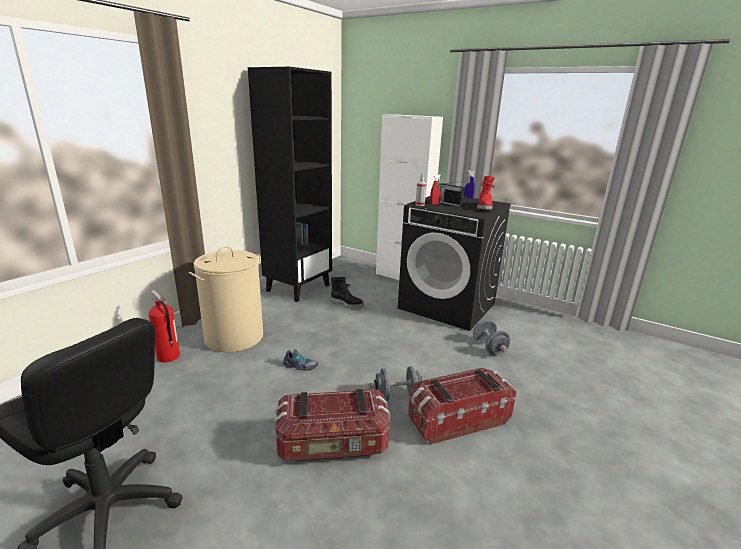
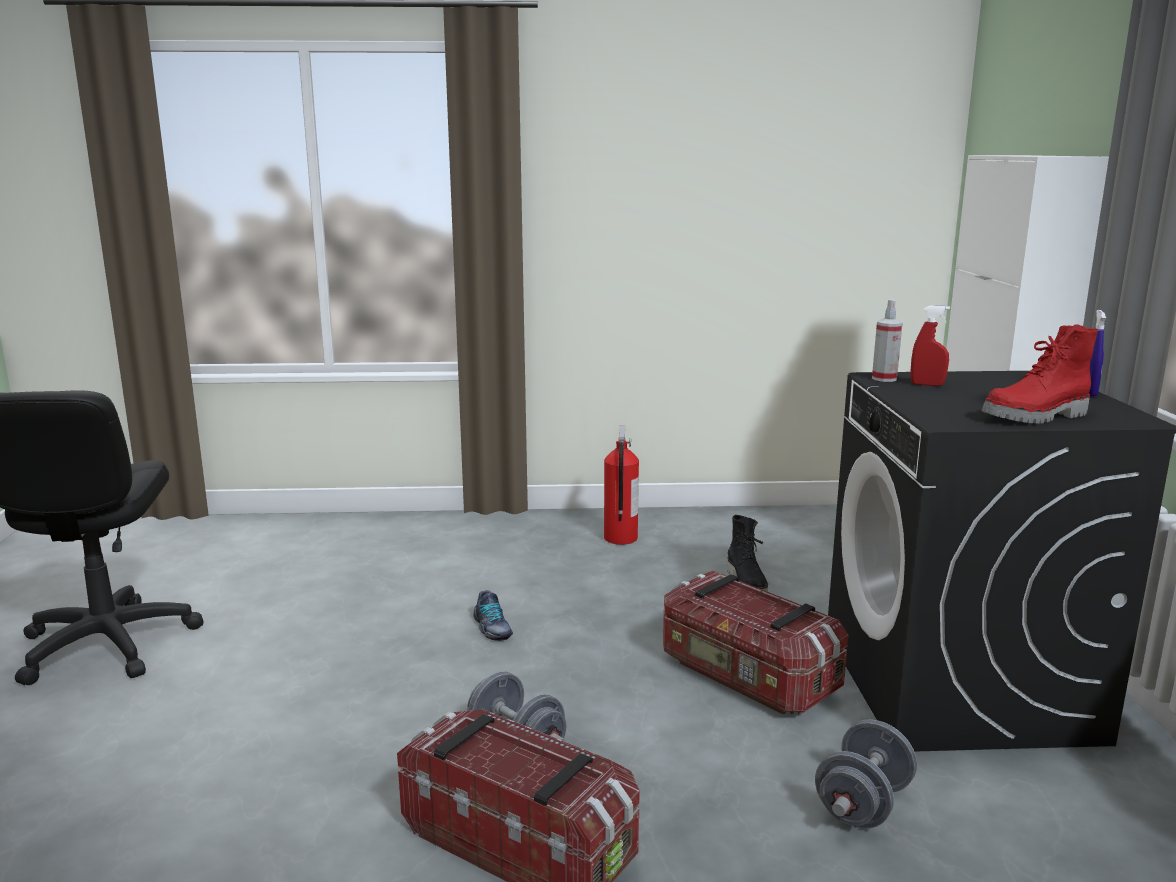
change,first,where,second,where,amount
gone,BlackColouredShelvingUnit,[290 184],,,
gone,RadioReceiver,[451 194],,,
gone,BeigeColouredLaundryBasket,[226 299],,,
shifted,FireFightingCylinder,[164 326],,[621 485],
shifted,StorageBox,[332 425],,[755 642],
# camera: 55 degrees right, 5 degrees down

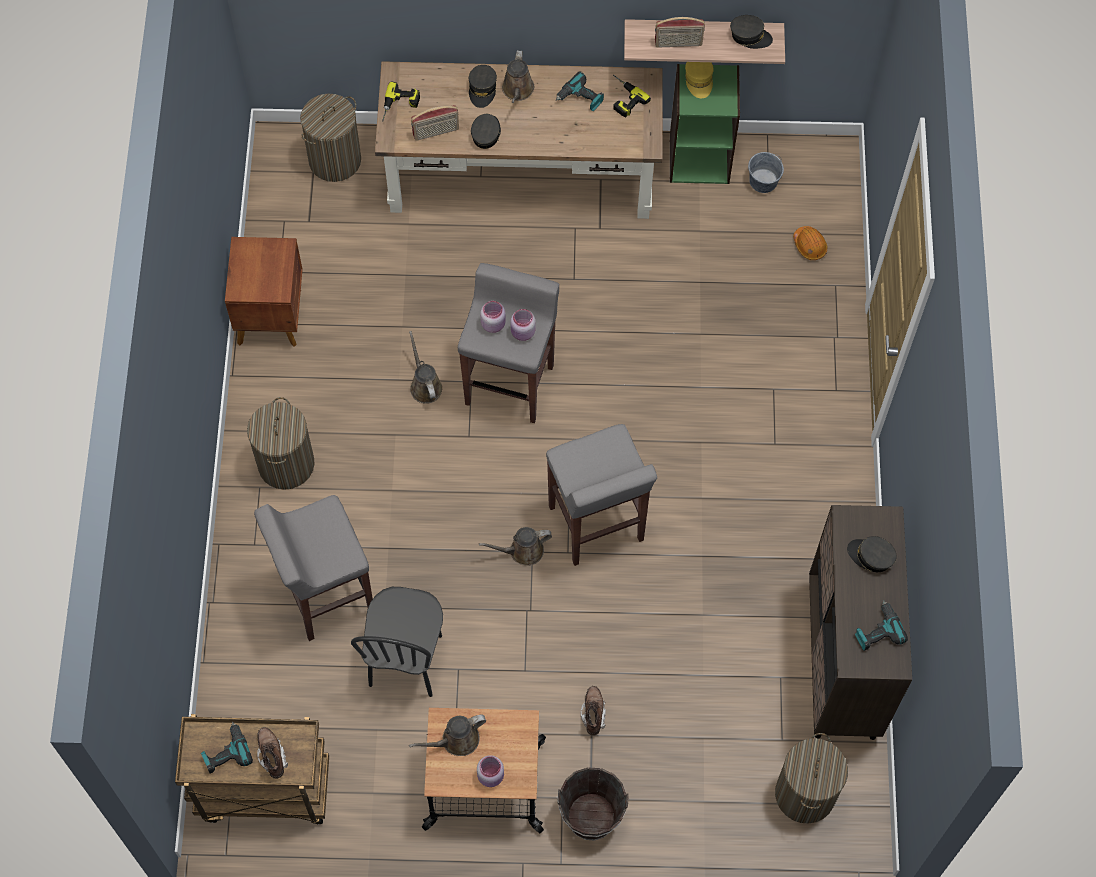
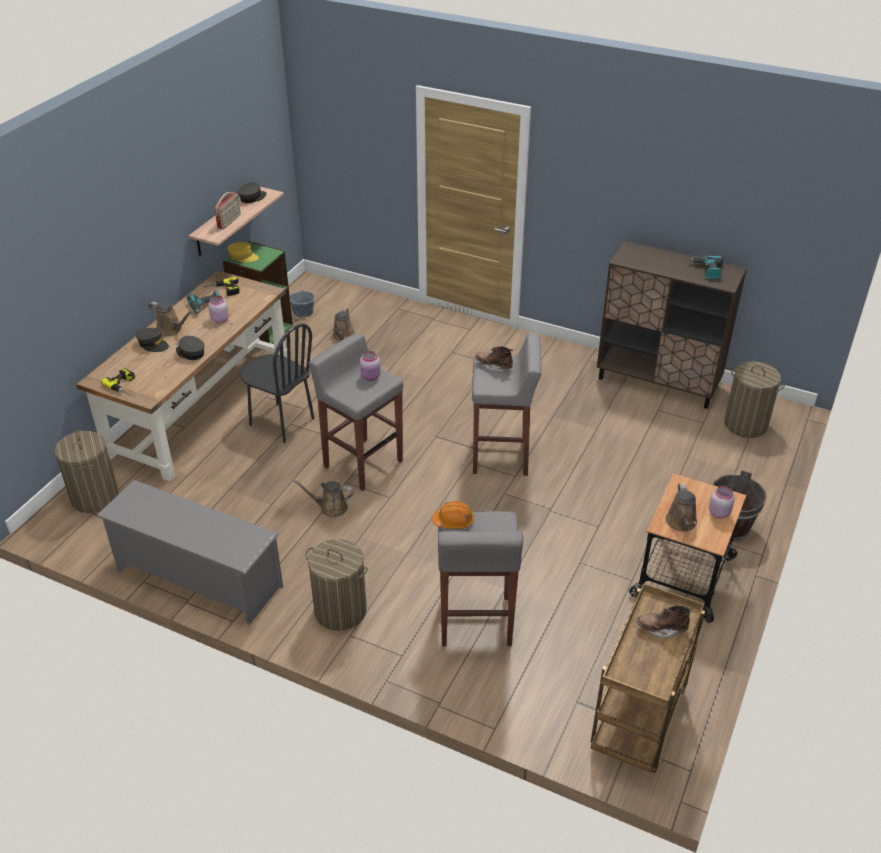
change,first,where,second,where,amount
gone,RadioReceiver,[435 123],,,
shifted,OrangeColouredHardHat,[810 243],,[453 515],
swapped,BrownishNightTable,[264 292],GreyShoeRack,[189 552],
shifted,PinkishStorageJar,[493 317],,[218 309],
shifted,BrownishWateringCan,[515 546],,[344 324],
gone,GreyPeakedCap,[872 554],,,
shifted,BlackColouredUprightChair,[397 642],,[277 383],
shifted,BrownishBoot,[593 711],,[494 360],
gone,ElectricDrill,[227 747],,,
# camera: 65 degrees left, 25 degrees down

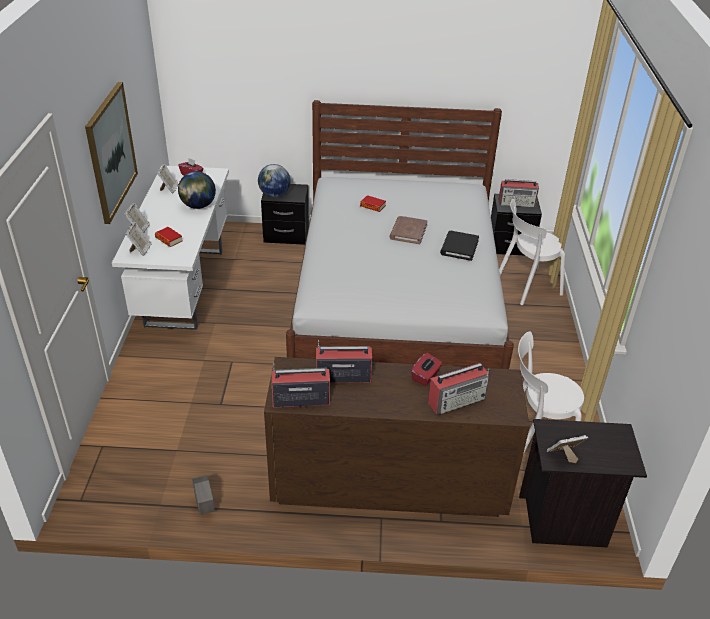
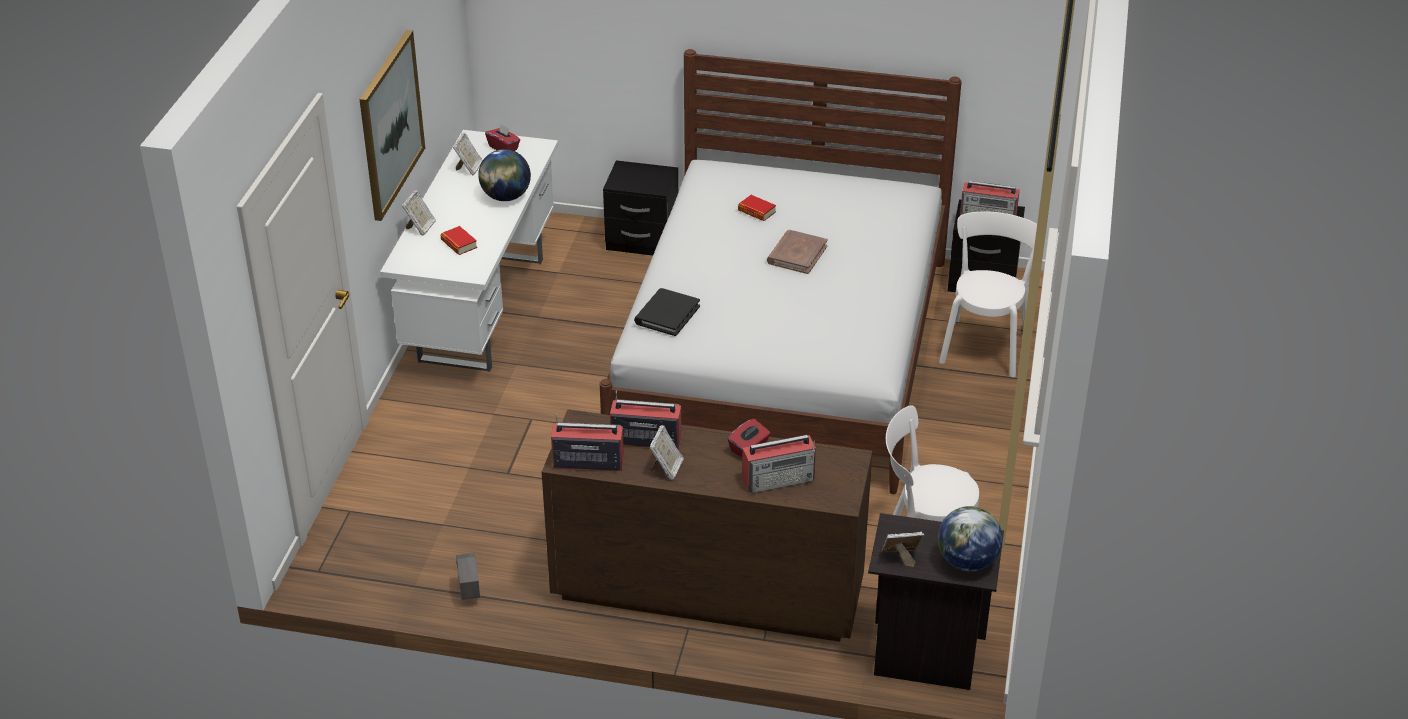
change,first,where,second,where,amount
shifted,Globe,[274 180],,[970 538],
rotated,WhiteUprightChair,[532 252],,[988 294],120 degrees clockwise
shifted,PictureFrame,[139 239],,[667 452],
shifted,BlackColouredVolume,[459 246],,[667 312],
# camera: 10 degrees right, 0 degrees up

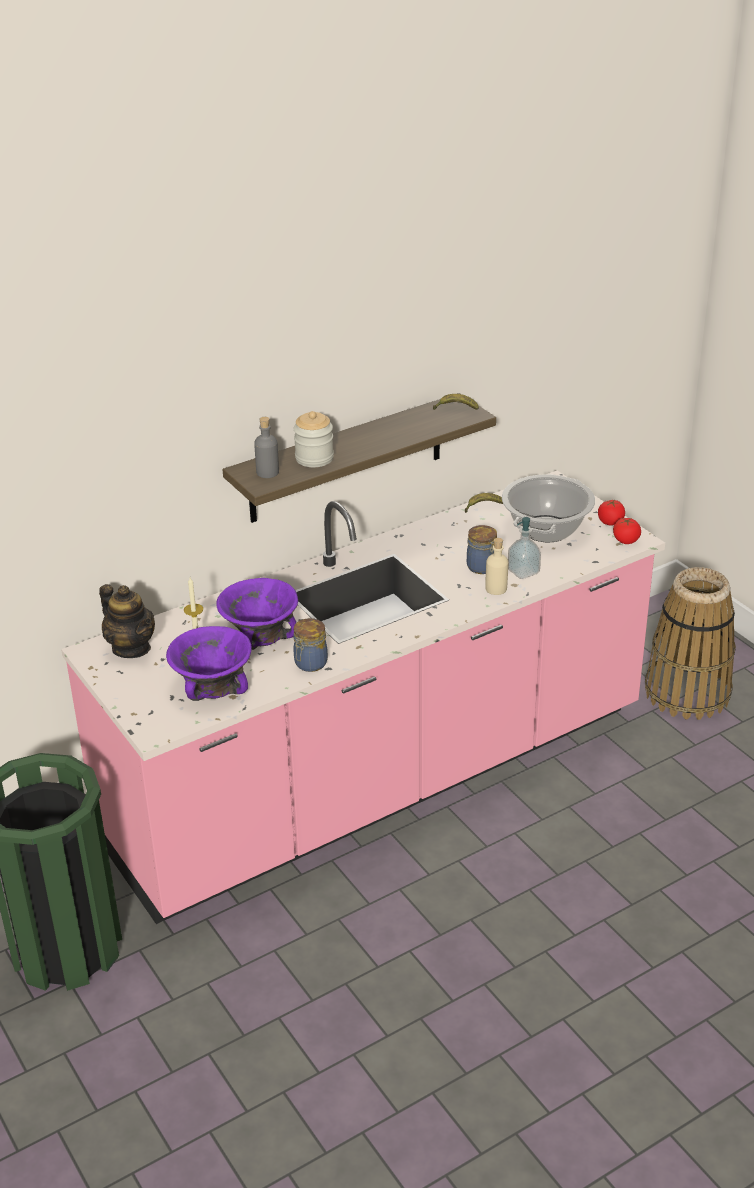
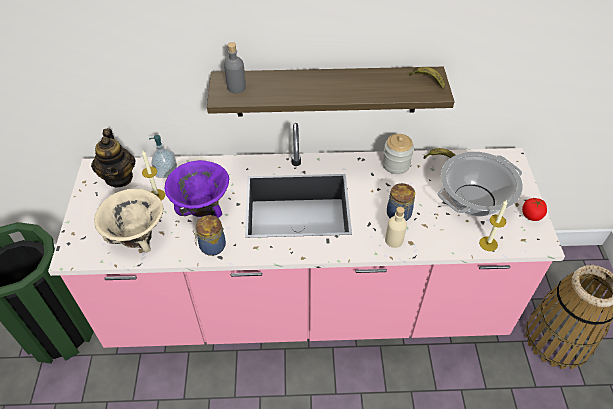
change,first,where,second,where,amount
shifted,StorageJar,[313 439],,[398 154],
shifted,SoapBottle,[524 548],,[163 156],
gone,WholeTomato,[627 531],,,
repainted,PurpleDeepDish,[209 663],BeigeColouredDeepDish,[128 221],
new,,,Candle,[493 225],
# camera: 30 degrees right, 15 degrees up

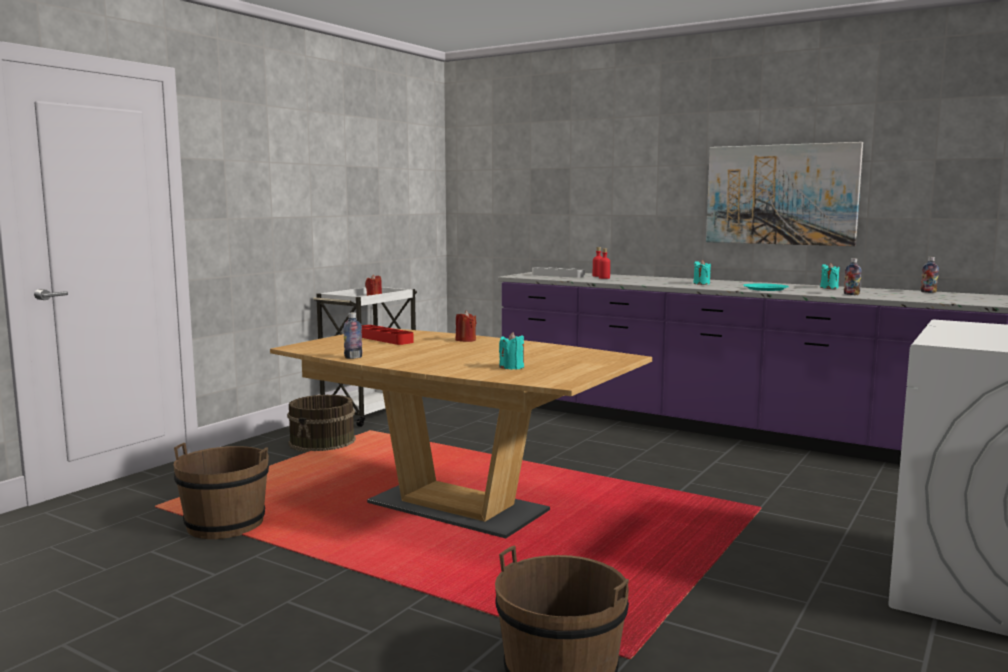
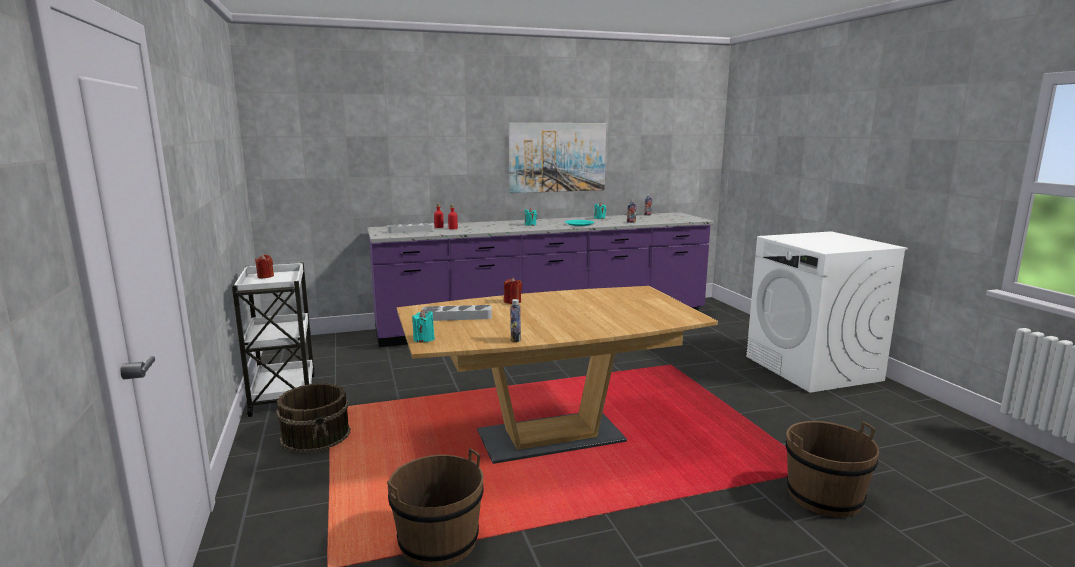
change,first,where,second,where,amount
repainted,RedColouredTray,[387 335],GreyTray,[456 313],
shifted,TurquoiseColouredCandle,[511 350],,[423 326],
# camera: 50 degrees left, 5 degrees up

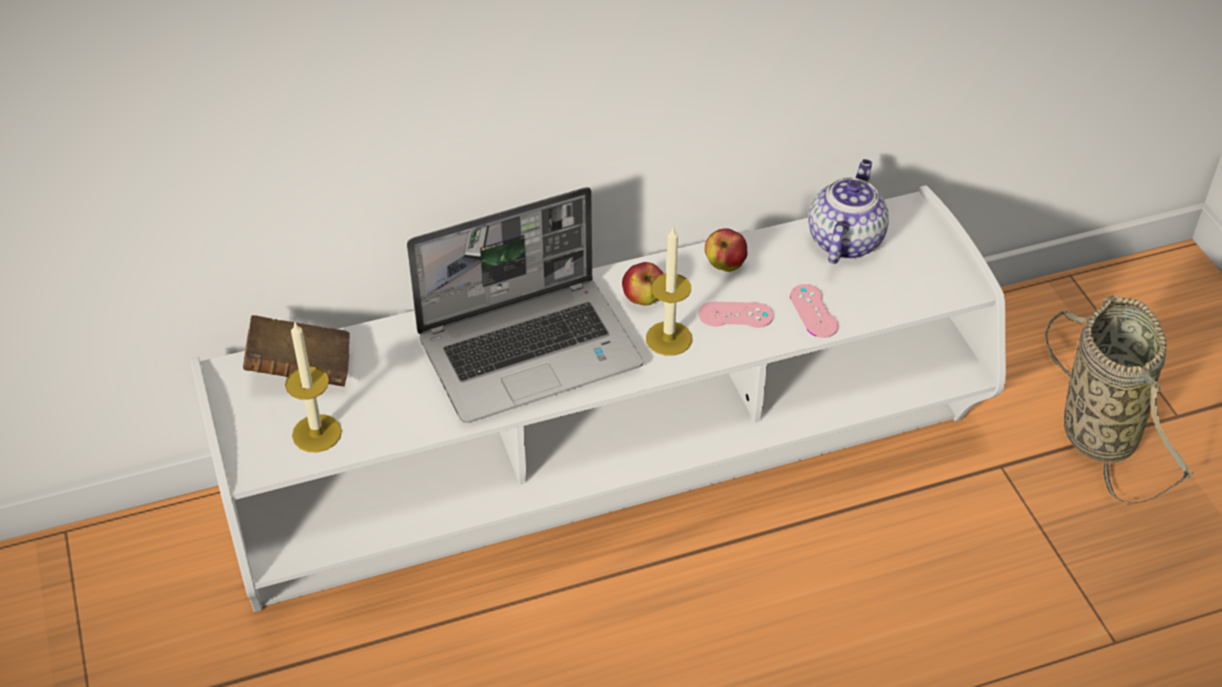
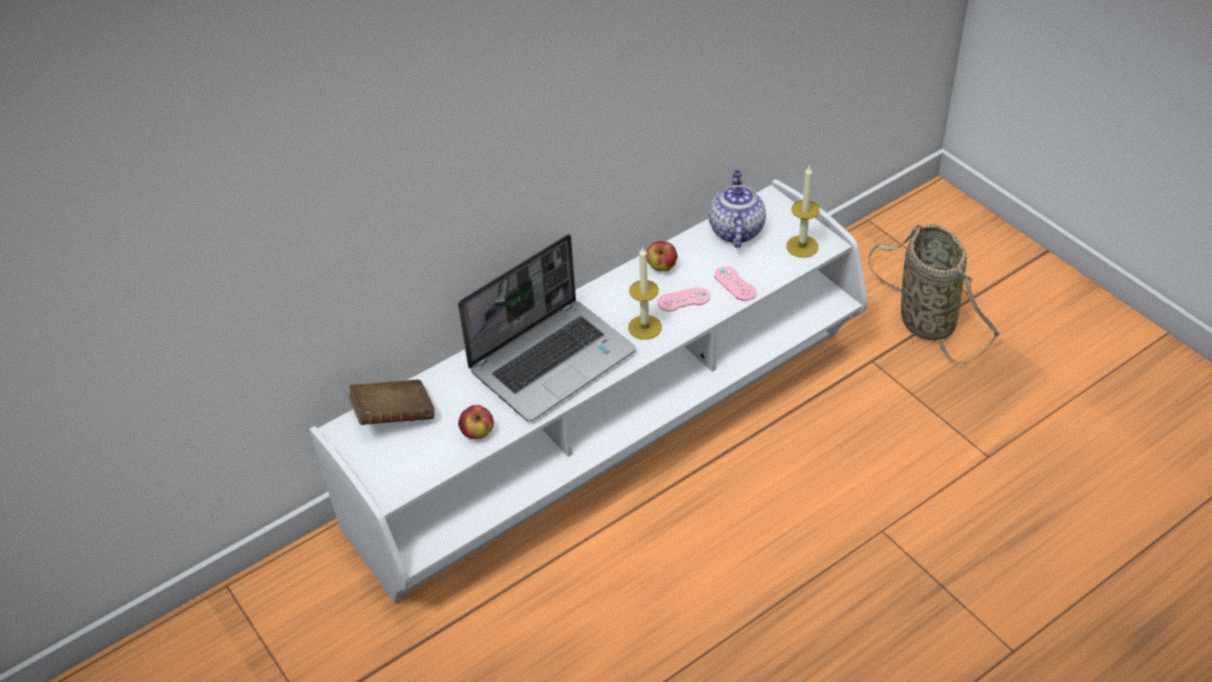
change,first,where,second,where,amount
shifted,Apple,[643 284],,[476 422],
shifted,Candle,[313 386],,[803 211],
# camera: 15 degrees left, 0 degrees up

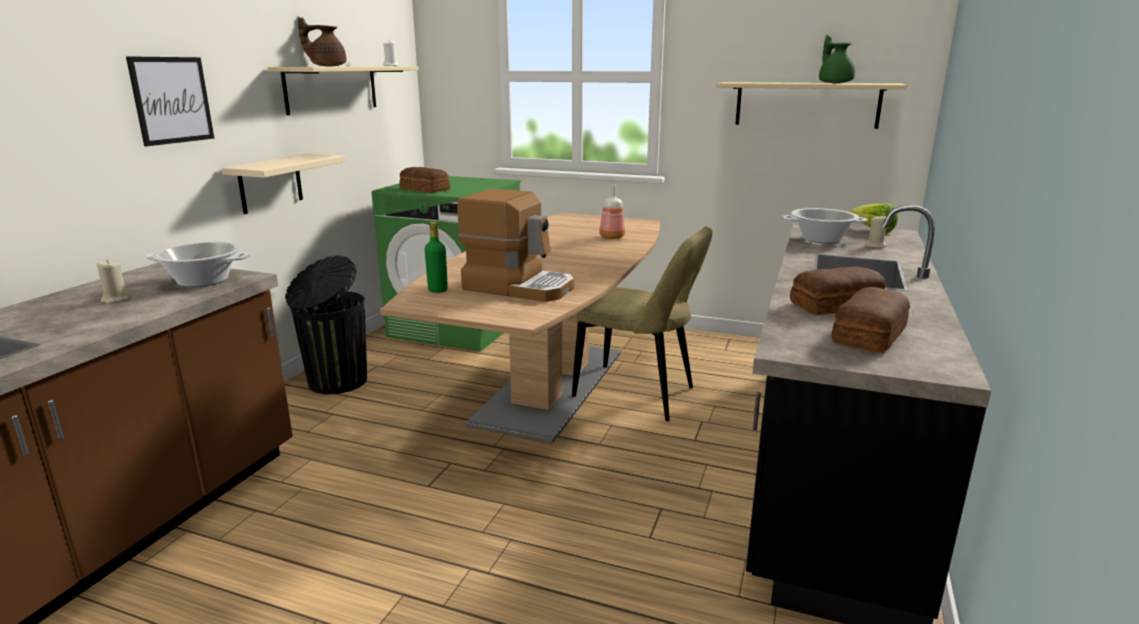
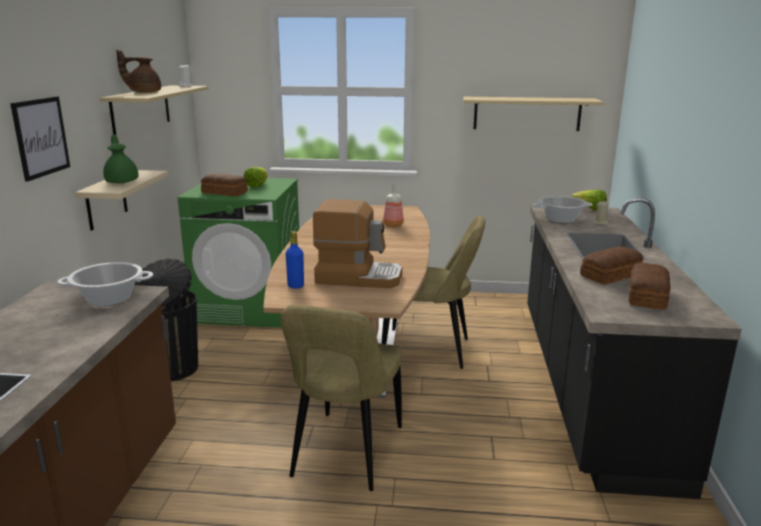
change,first,where,second,where,amount
shifted,GreenishTeaPot,[837 59],,[121 158],
repainted,GreenishBeverageBottle,[436 257],BluishBeverageBottle,[295 260],
gone,BeigeColouredCandle,[114 282],,,
new,,,Lettuce,[255 177],
new,,,BeigeColouredUprightChair,[342 398],
# camera: 15 degrees left, 0 degrees up

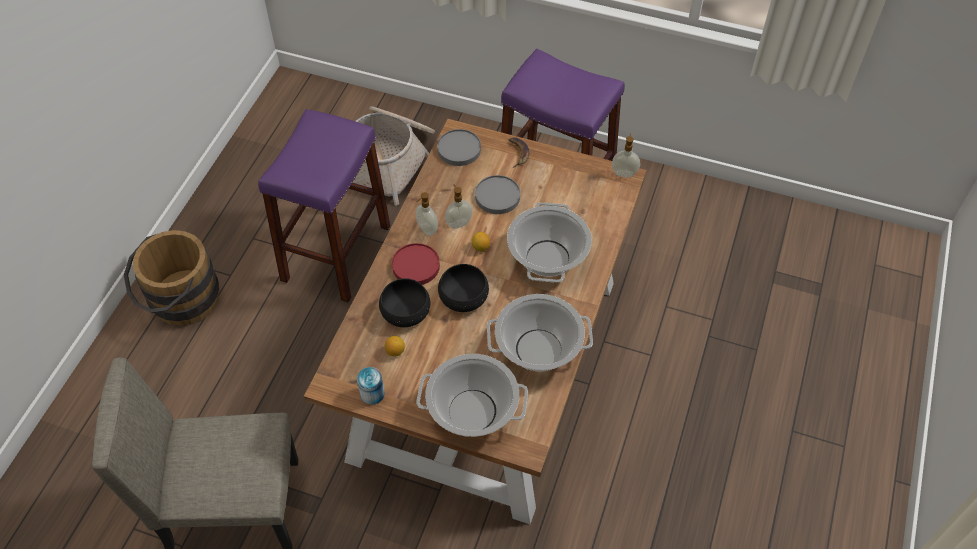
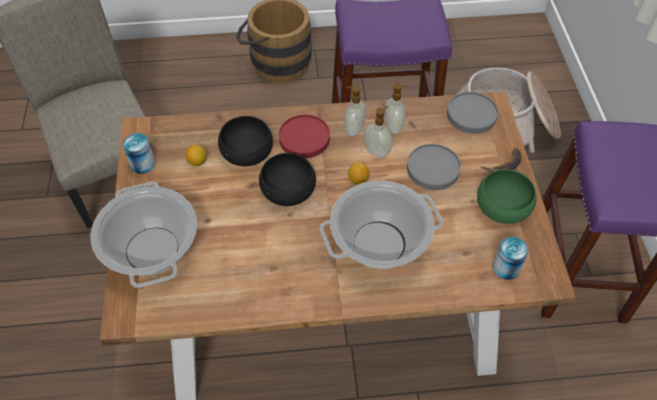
change,first,where,second,where,amount
shifted,SoapBottle,[626 155],,[396 108],
gone,Stockpot,[540 333],,,
new,,,GreenishDeepDish,[507 196],
new,,,Can,[510 258],
# camera: 65 degrees right, 0 degrees up

